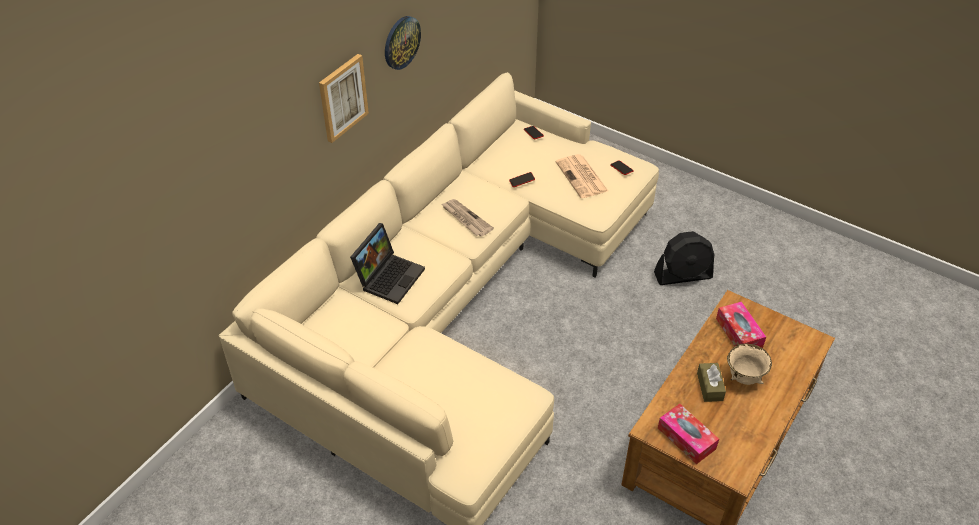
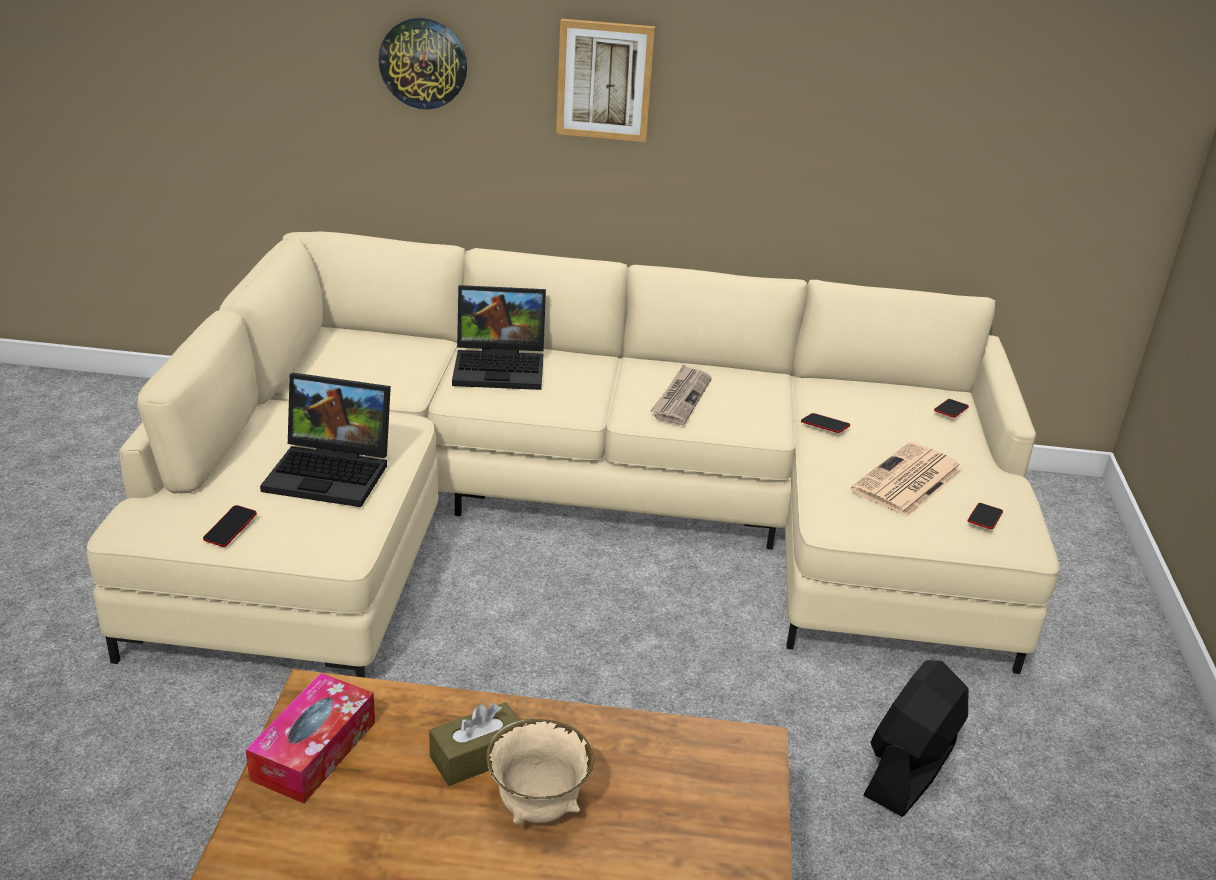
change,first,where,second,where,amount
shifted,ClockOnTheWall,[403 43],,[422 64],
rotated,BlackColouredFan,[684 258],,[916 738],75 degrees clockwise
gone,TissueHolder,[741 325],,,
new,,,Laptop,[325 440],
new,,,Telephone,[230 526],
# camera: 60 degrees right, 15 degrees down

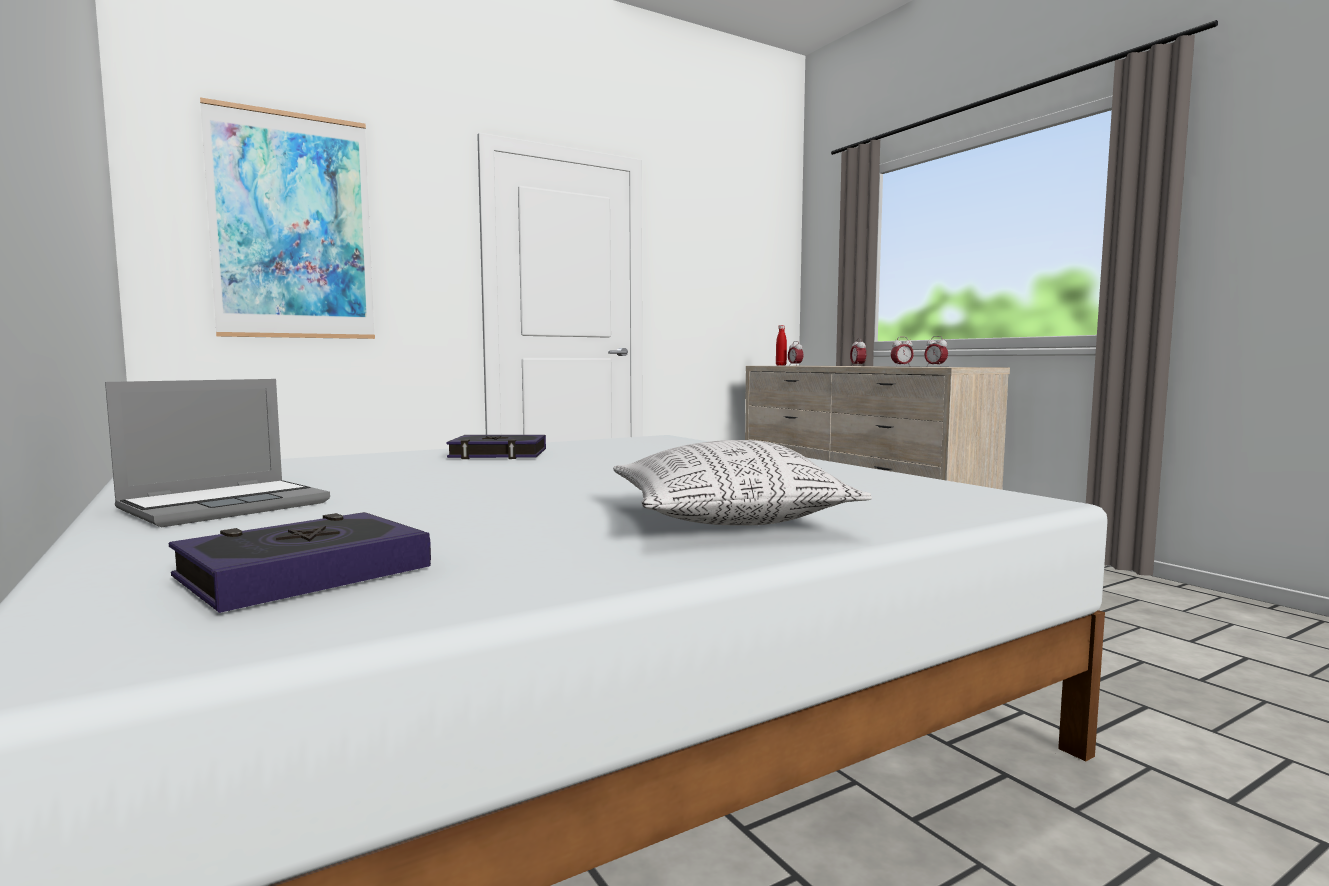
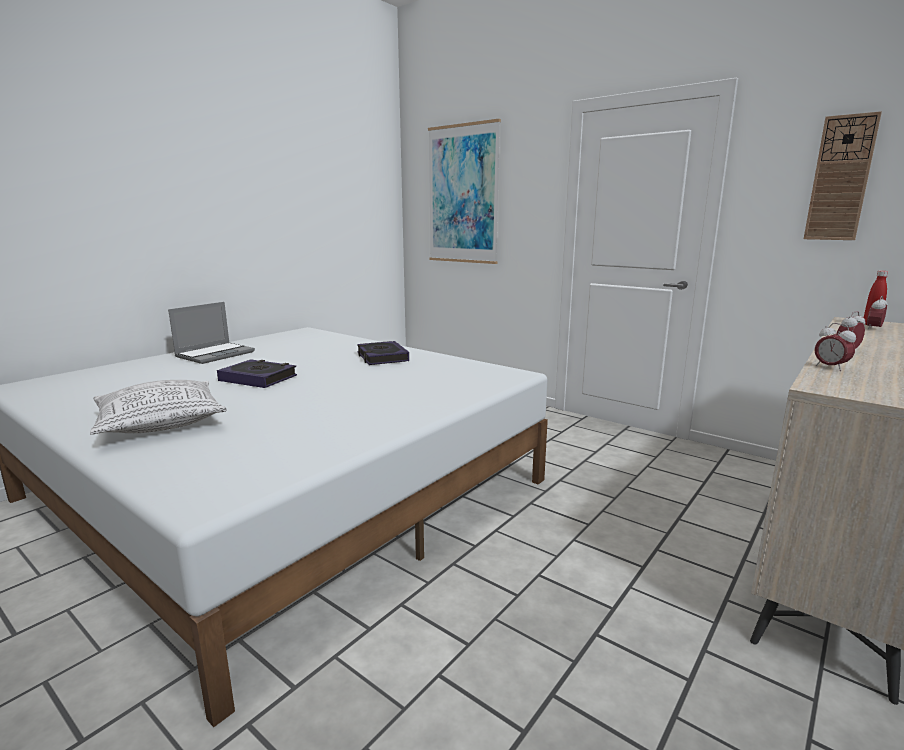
change,first,where,second,where,amount
gone,BedsideClock,[936 351],,,
rotated,Laptop,[217 453],,[211 333],75 degrees counterclockwise
shifted,Volume,[300 562],,[257 373],
new,,,ClockOnTheWall,[843 175],
# camera: 70 degrees right, 10 degrees up

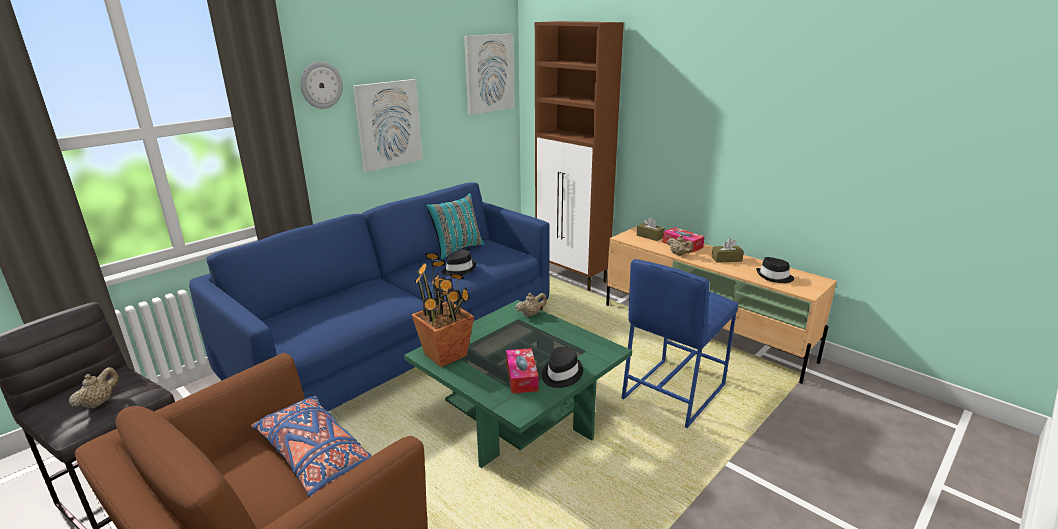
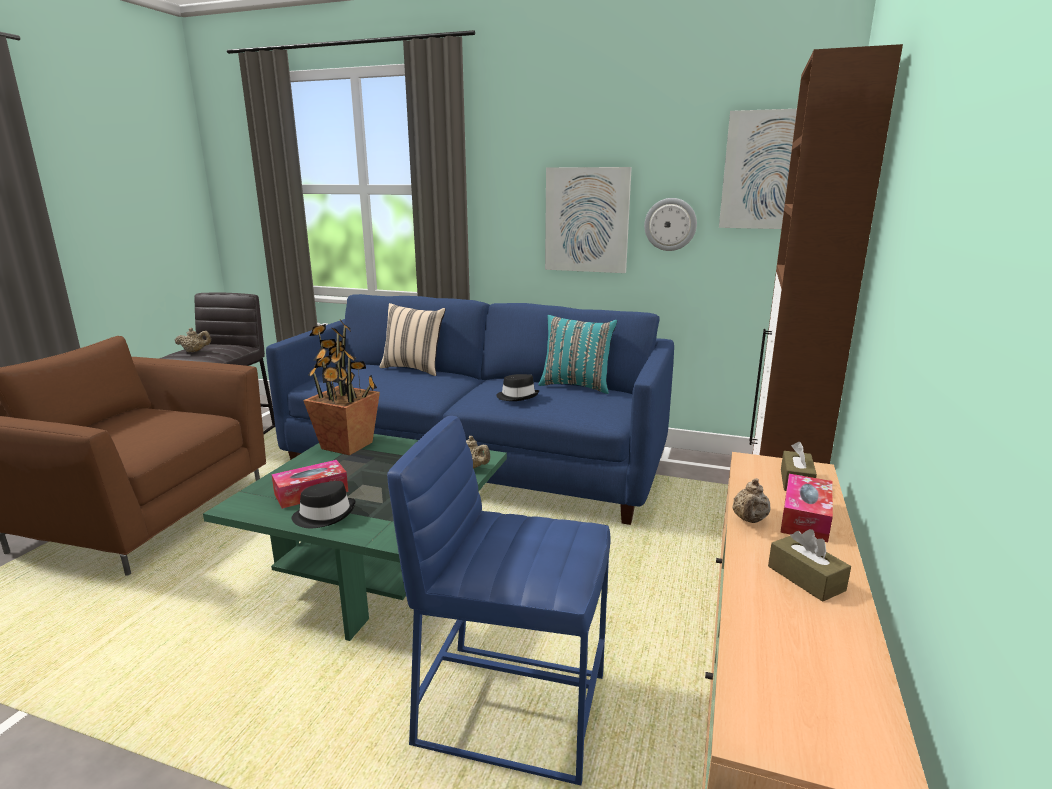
change,first,where,second,where,amount
shifted,ClockOnTheWall,[321 85],,[670 224],
gone,BlackColouredHat,[775 270],,,
gone,BluishThrowPillow,[311 446],,,
new,,,BeigeColouredThrowPillow,[412 339],
# camera: 65 degrees right, 5 degrees down

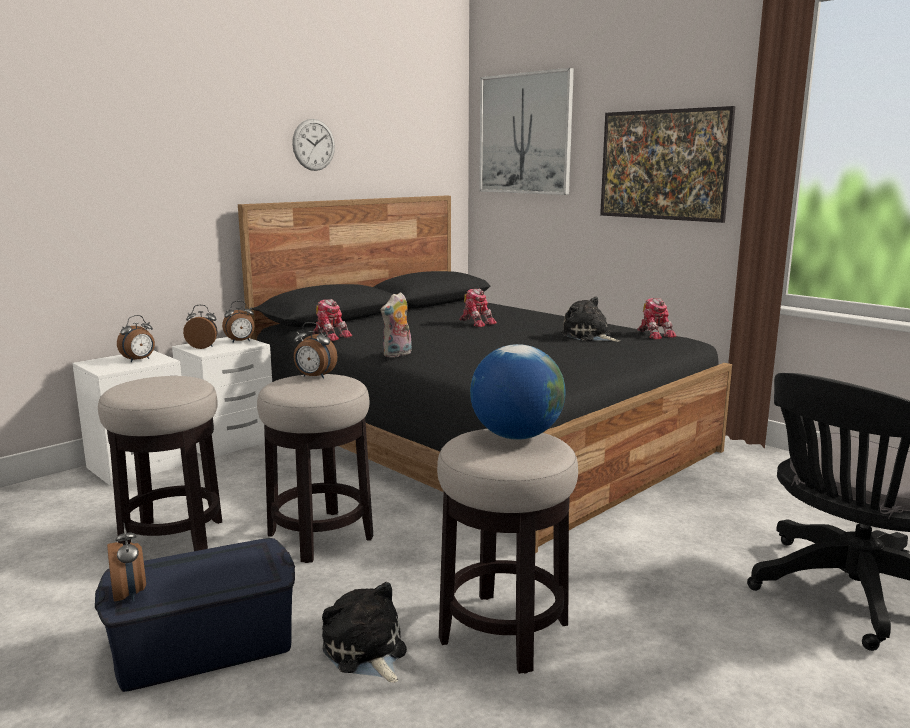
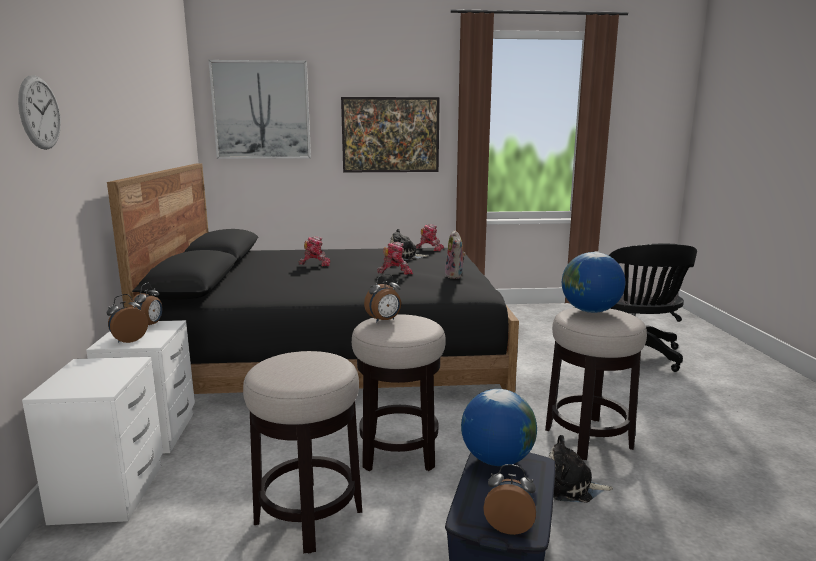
change,first,where,second,where,amount
shifted,ClockOnTheWall,[313 145],,[39 112],
shifted,CuddlyToy,[396 324],,[455 254],
shifted,ModelRobot,[332 320],,[395 258],
gone,BedsideClock,[136 338],,,
new,,,Globe,[499 427],
# camera: 50 degrees left, 0 degrees up

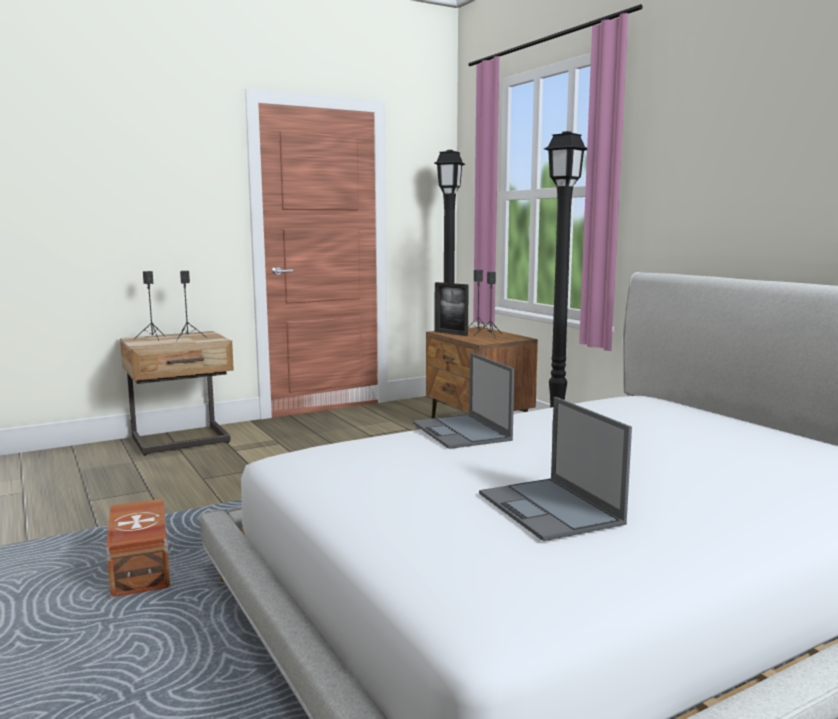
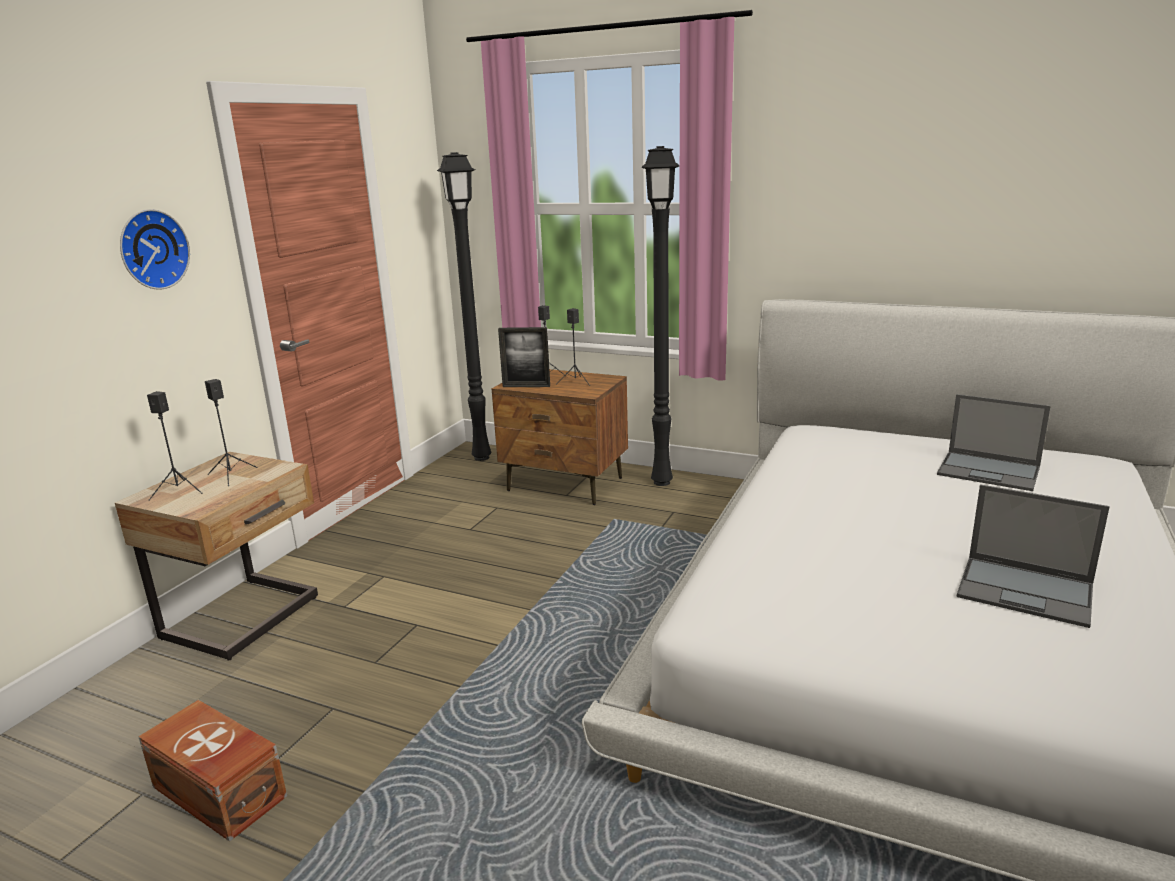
change,first,where,second,where,amount
shifted,Laptop,[463 400],,[994 442],
shifted,BrownishStorageBox,[138 548],,[212 771],
new,,,ClockOnTheWall,[155 249],
# camera: 35 degrees left, 10 degrees up

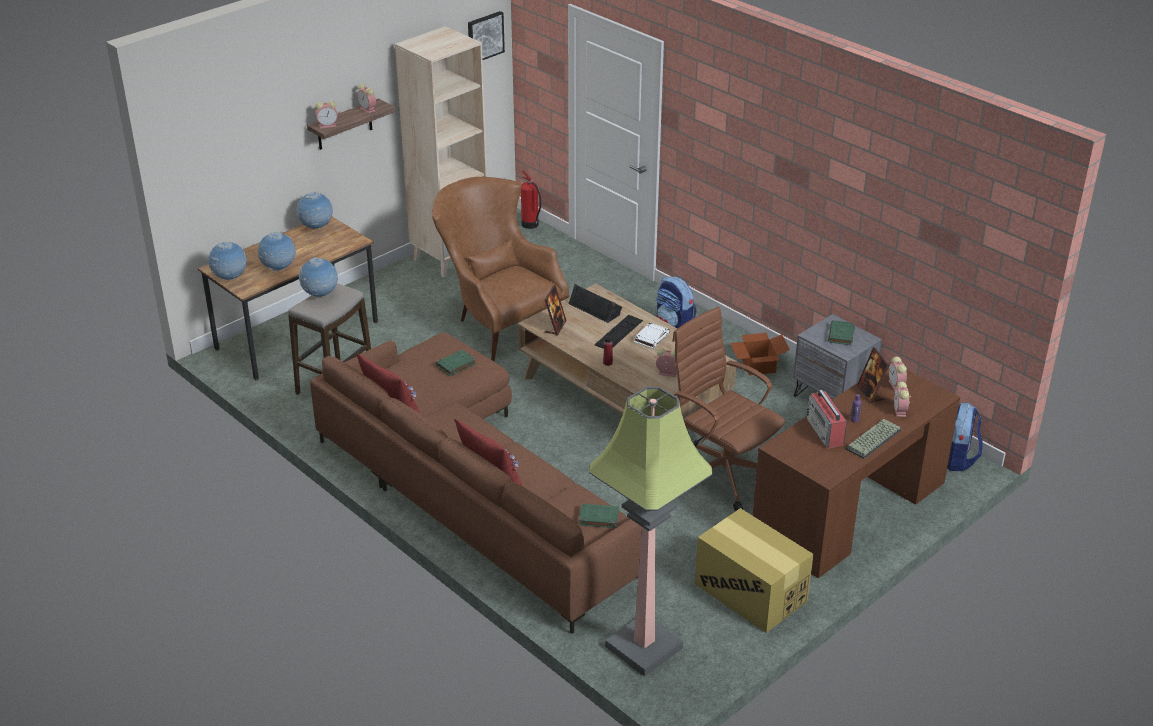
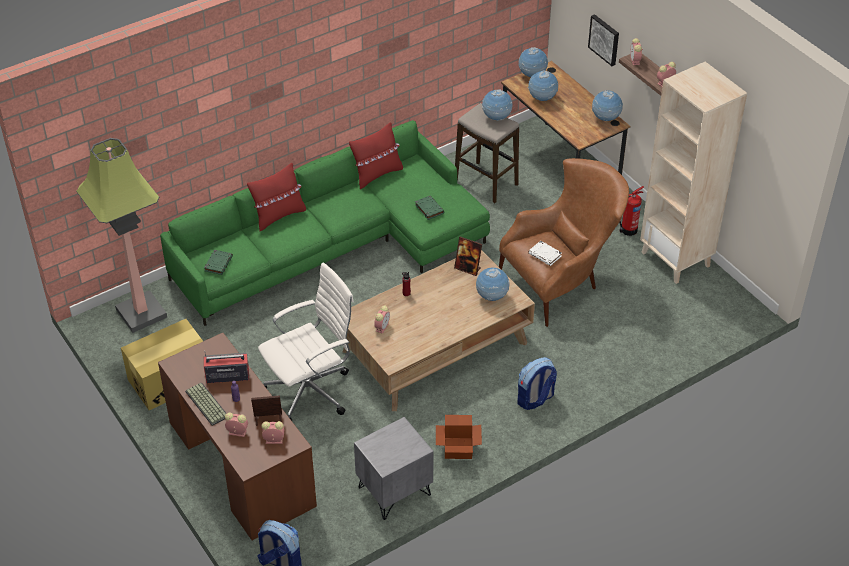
change,first,where,second,where,amount
shifted,Picture,[486 35],,[603 40],
shifted,FireFightingCylinder,[531 199],,[631 211],
swapped,BlackColouredAudioSpeaker,[595 303],Globe,[493 284],
repainted,BrownishComputerChair,[728 409],WhiteComputerChair,[306 341],
gone,Keyboard,[619 332],,,
gone,GreenishVolume,[841 332],,,
shifted,WhiteVolume,[652 335],,[545 253],
repainted,BrownishSettee,[476 483],GreenishSettee,[325 223],
# camera: 100 degrees right, 10 degrees up

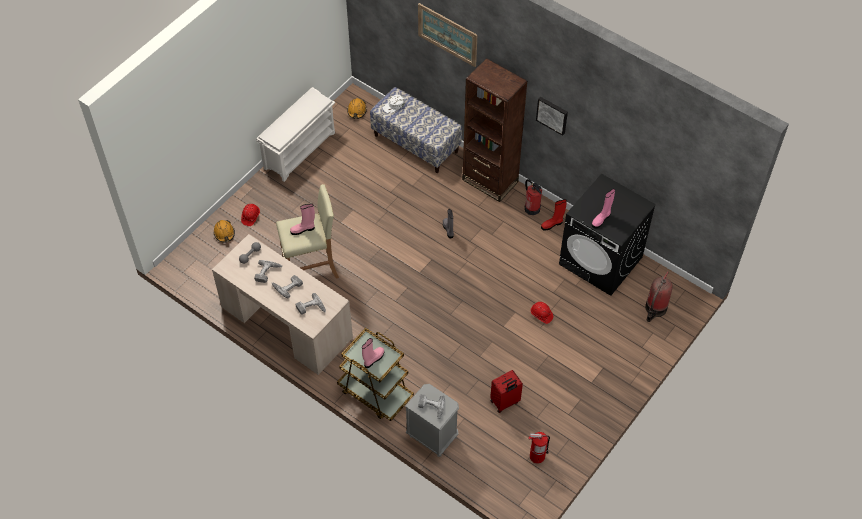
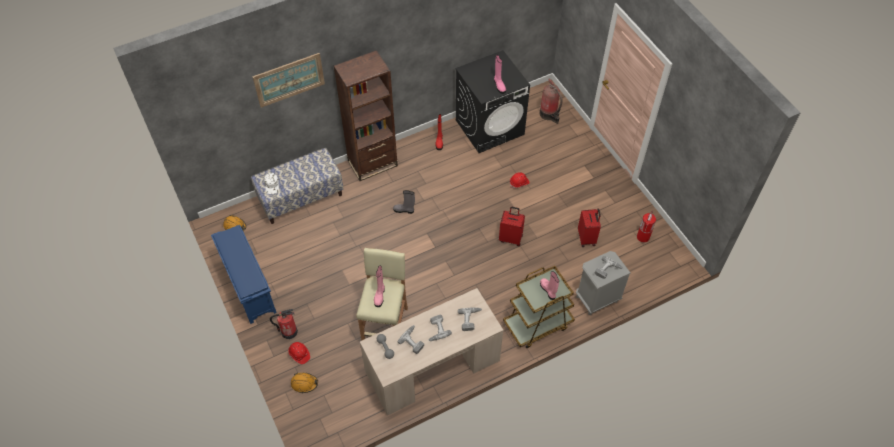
change,first,where,second,where,amount
repainted,WhiteShoeRack,[295 134],BluishShoeRack,[244 274],
gone,Picture,[552 116],,,
shifted,FireFightingCylinder,[533 197],,[284 324],
new,,,RedColouredTravelCase,[512 226],
# camera: 65 degrees left, 0 degrees up

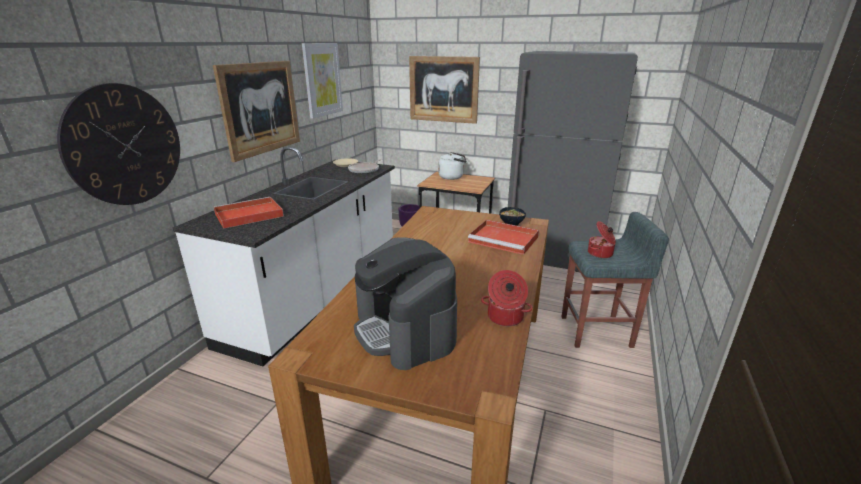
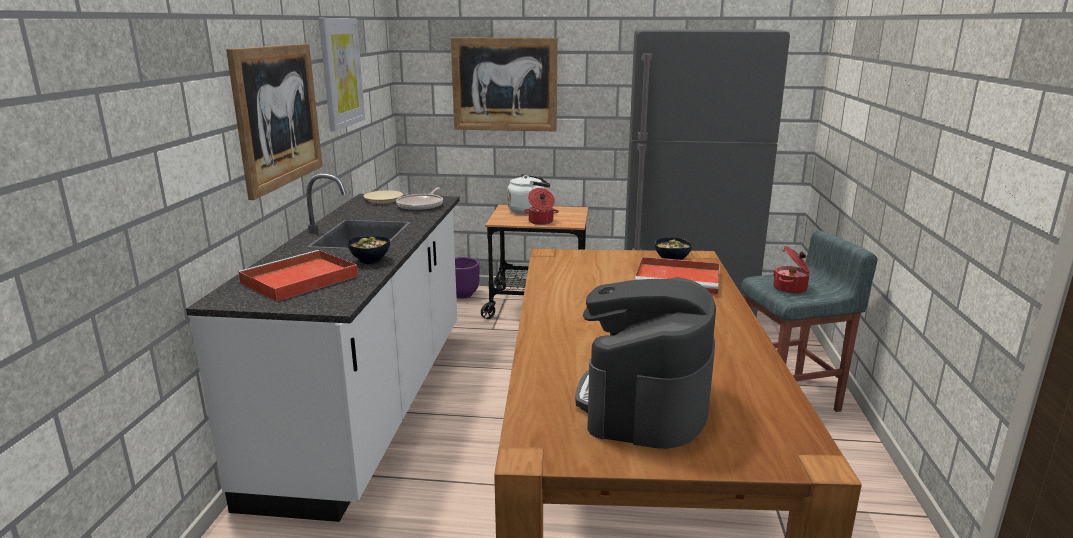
change,first,where,second,where,amount
gone,ClockOnTheWall,[118 144],,,
rotated,CoffeeMaker,[405 303],,[645 363],60 degrees clockwise
shifted,Stockpot,[507 298],,[541 206],
new,,,DeepDish,[368 250],
# camera: 15 degrees left, 5 degrees down

